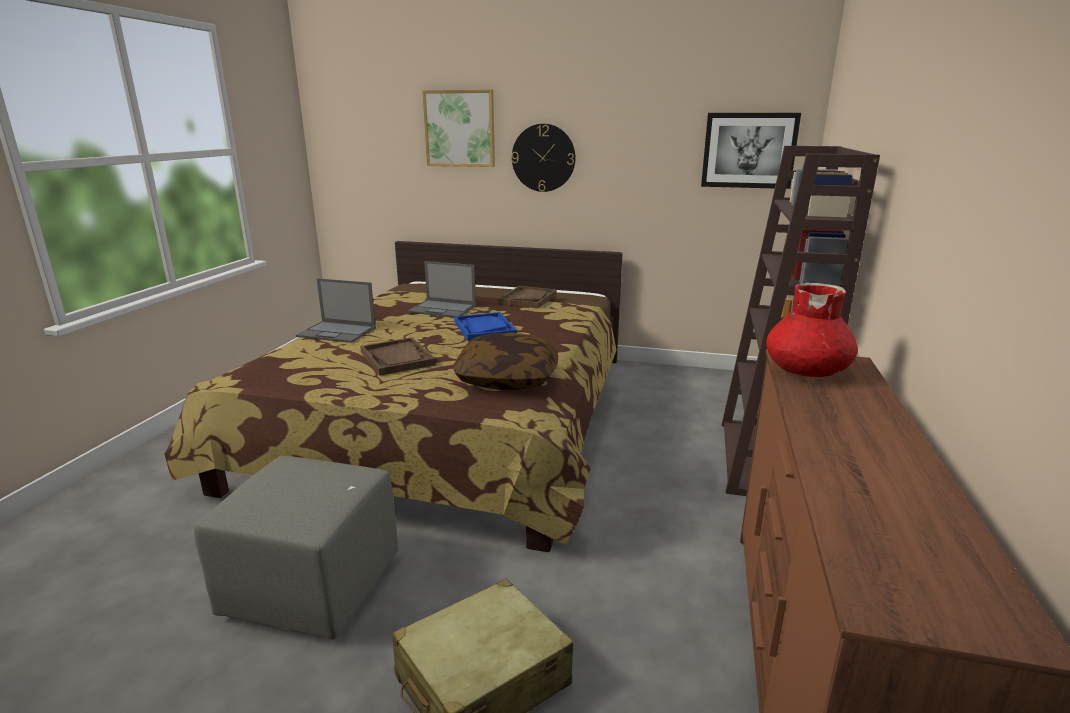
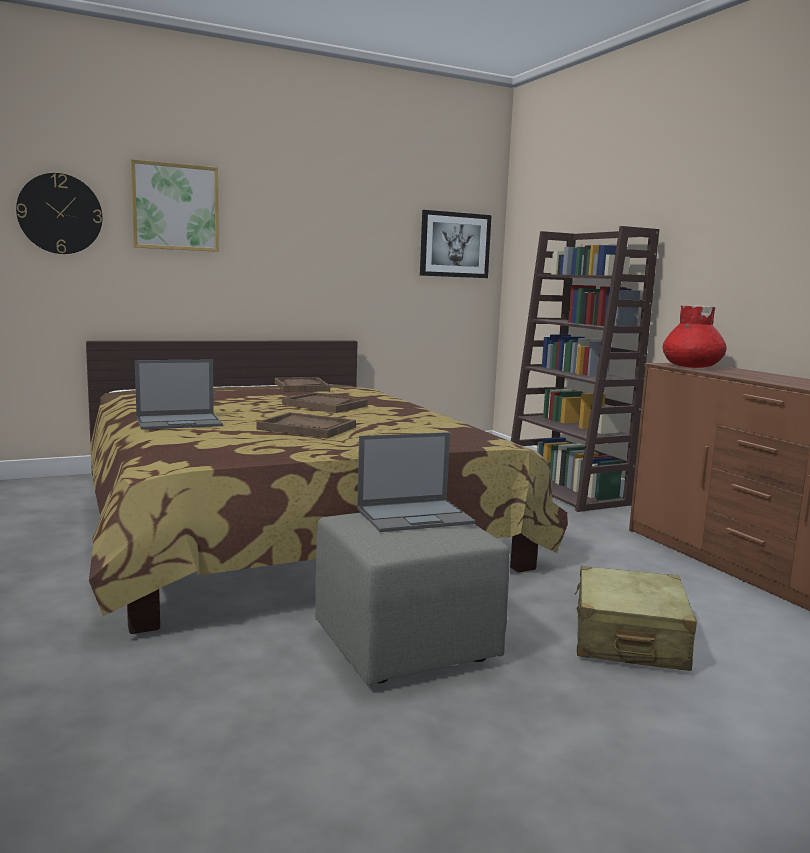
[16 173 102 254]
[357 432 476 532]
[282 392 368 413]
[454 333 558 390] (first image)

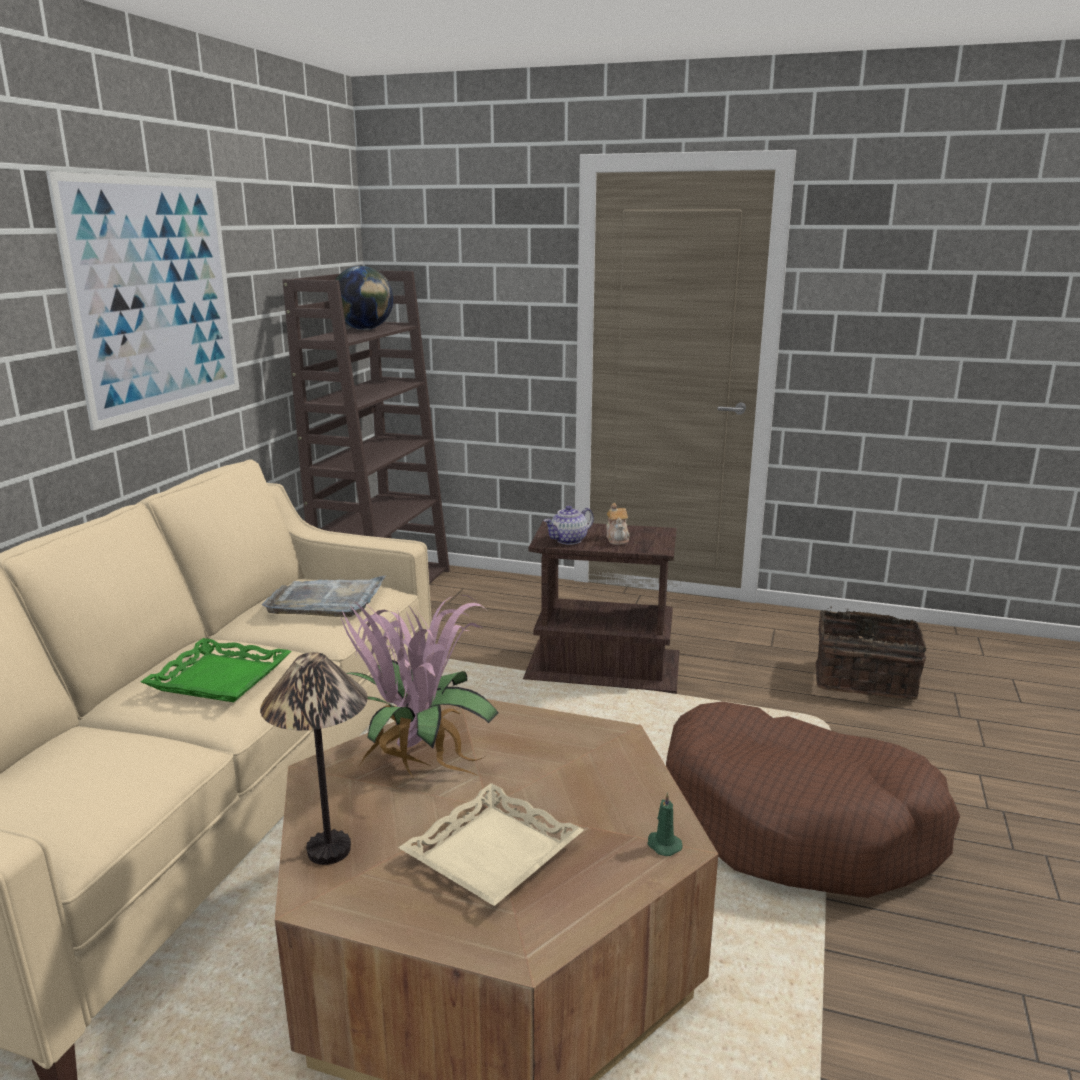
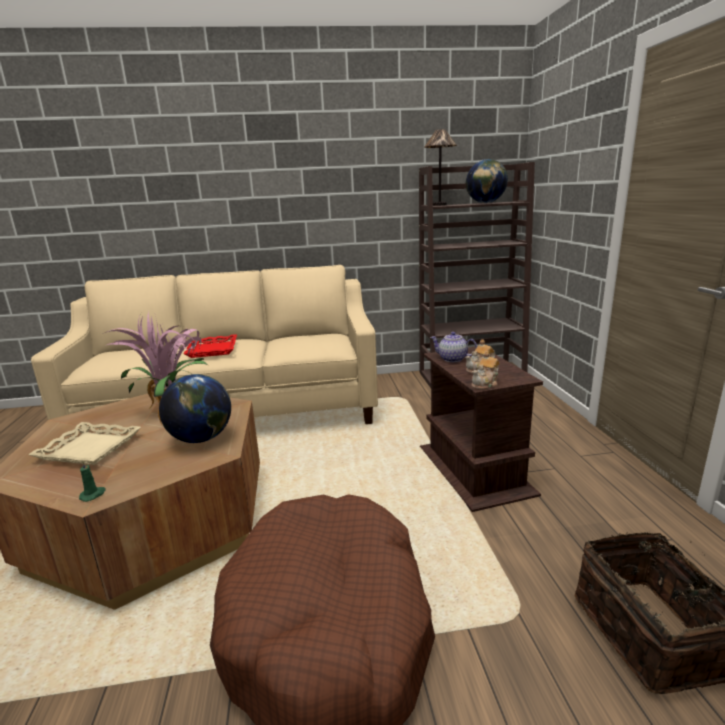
[46 171 239 430] (first image)
[262 575 387 617] (first image)
[183 334 237 358]
[424 129 457 206]
[471 351 500 390]
[159 374 231 443]

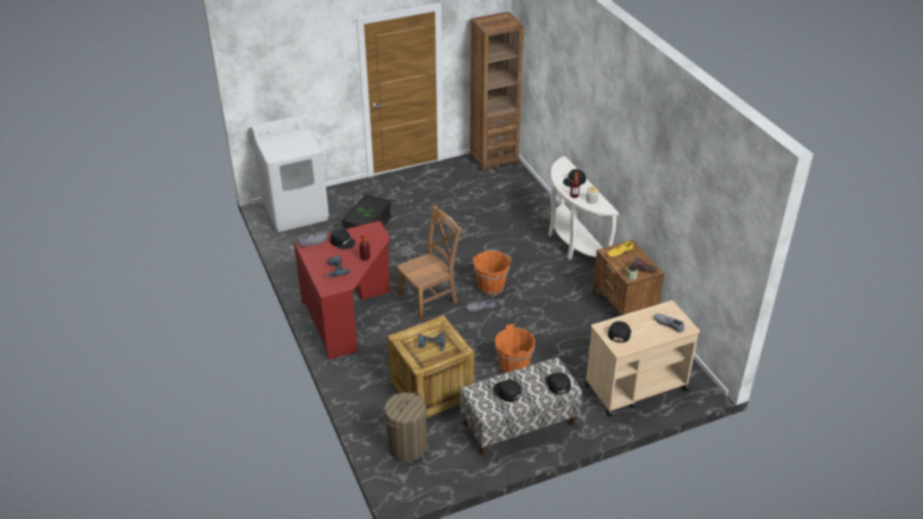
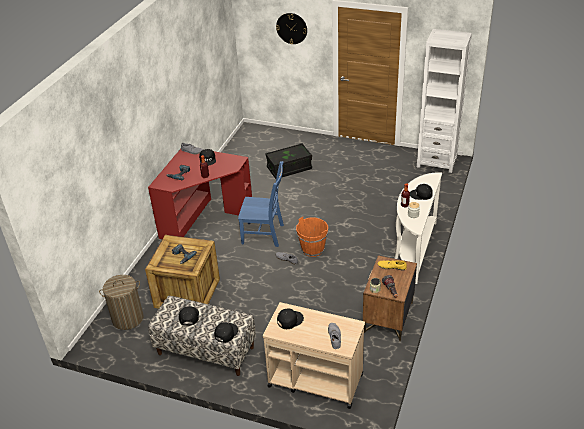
[417 29 472 173]
[251 115 329 232] (first image)
[238 161 284 247]
[495 324 535 373] (first image)
[276 13 307 44]

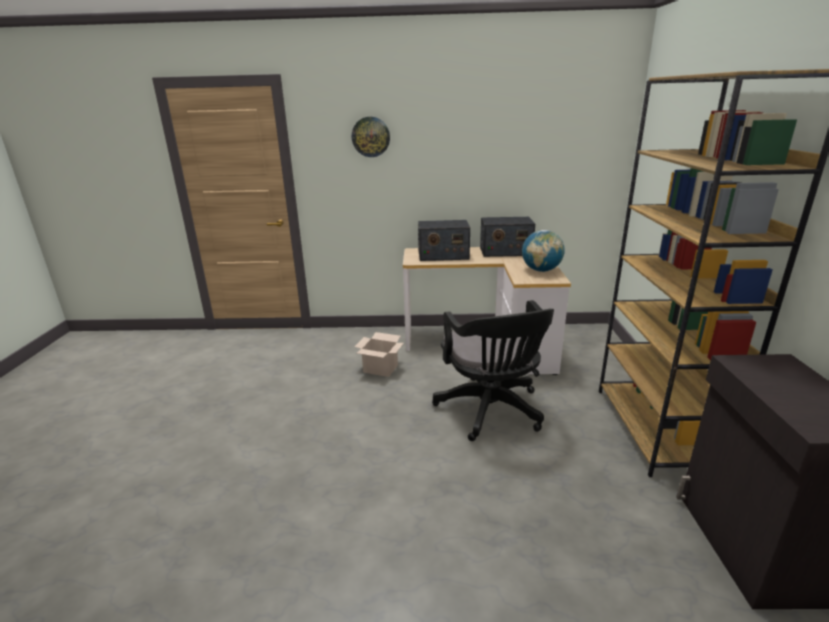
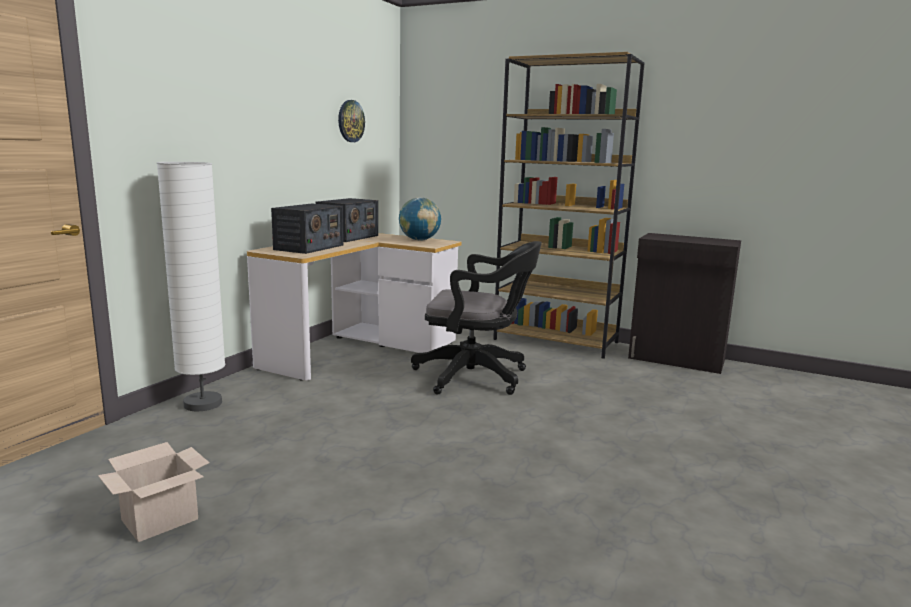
[338 100 365 142]
[98 442 210 542]
[157 162 225 412]

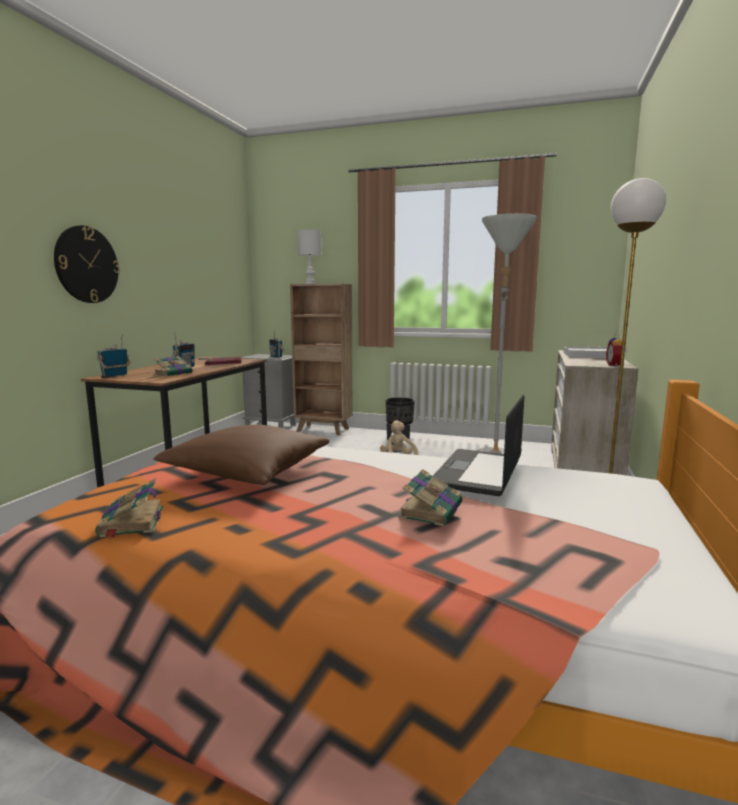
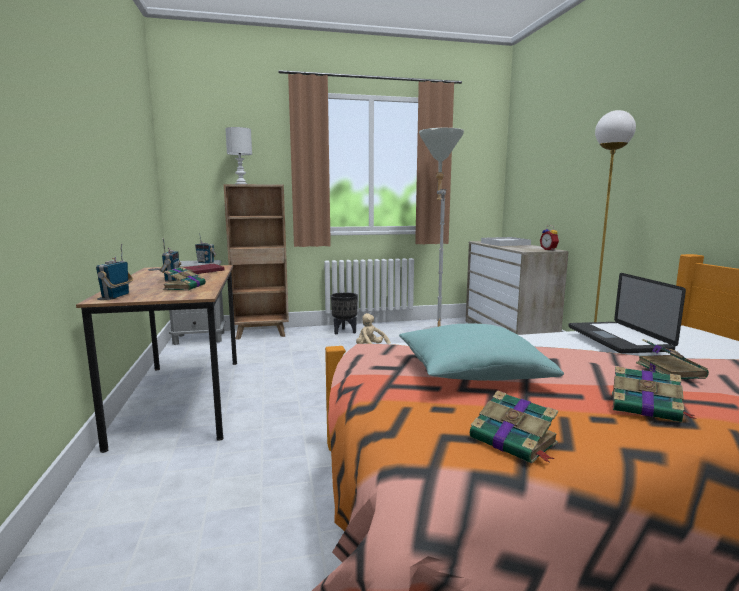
[54 225 120 303] (first image)
[399 324 564 380]
[612 366 696 422]

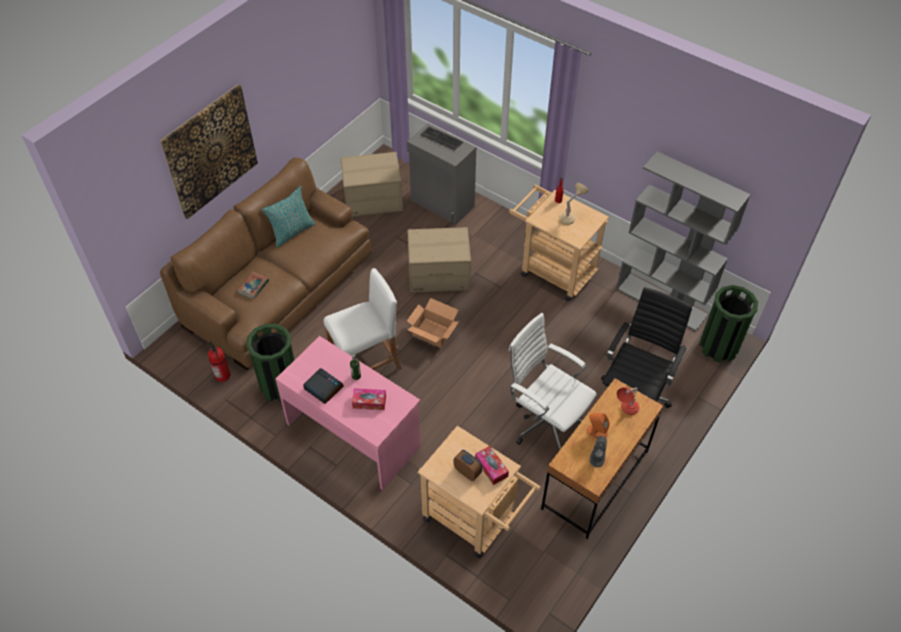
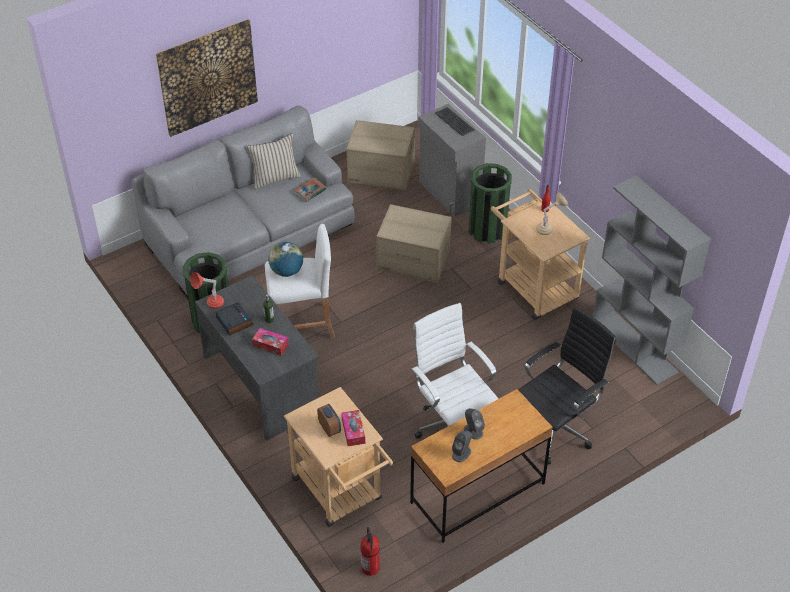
[132 106 354 299]
[246 133 301 189]
[294 177 326 202]
[469 163 512 244]
[407 298 459 348] (first image)
[195 275 319 441]
[361 527 380 576]
[190 273 224 309]
[464 408 485 440]
[268 242 303 277]

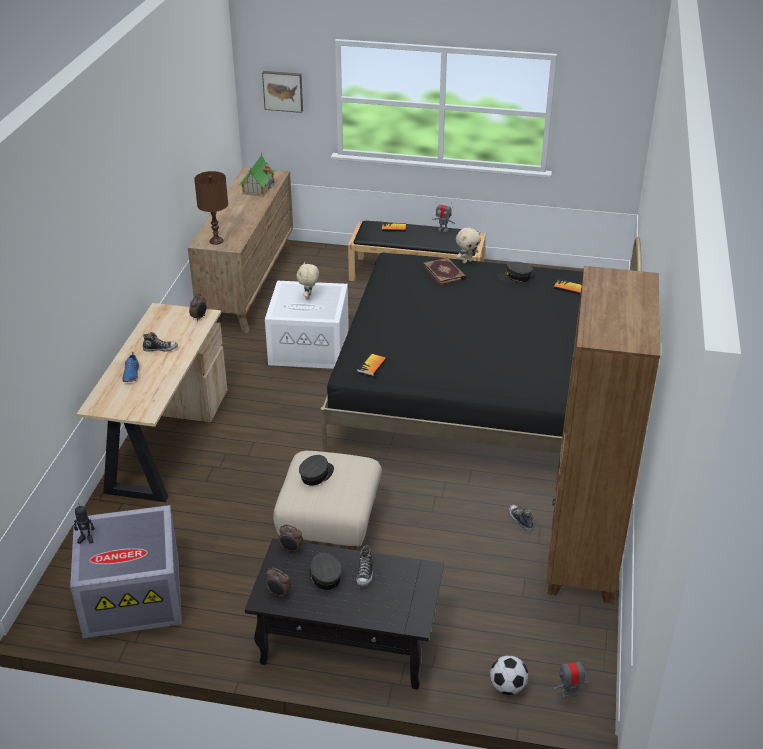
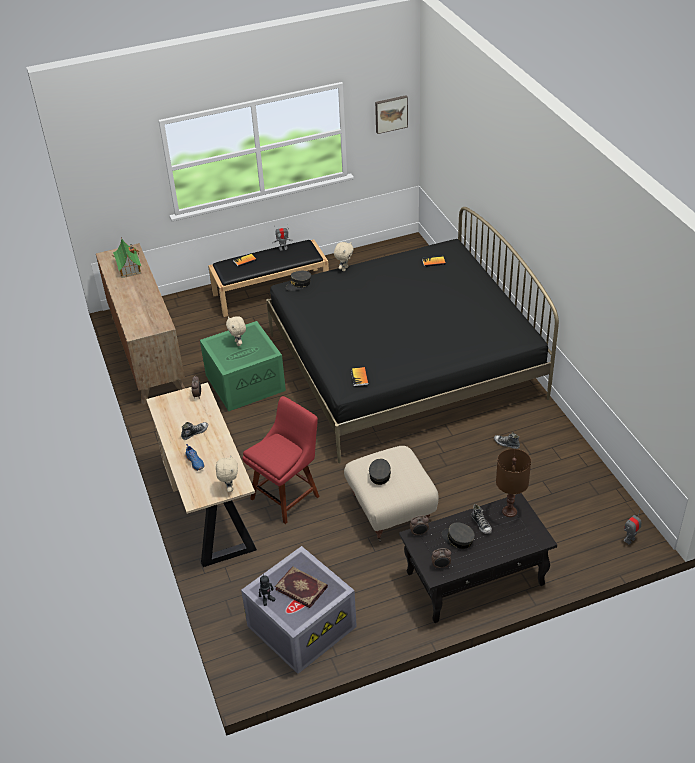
[375 95 408 134]
[496 449 531 517]
[275 566 328 608]
[286 271 311 291]
[546 266 660 604] (first image)
[200 321 286 411]
[490 655 528 695] (first image)
[243 396 320 524]
[216 455 238 492]

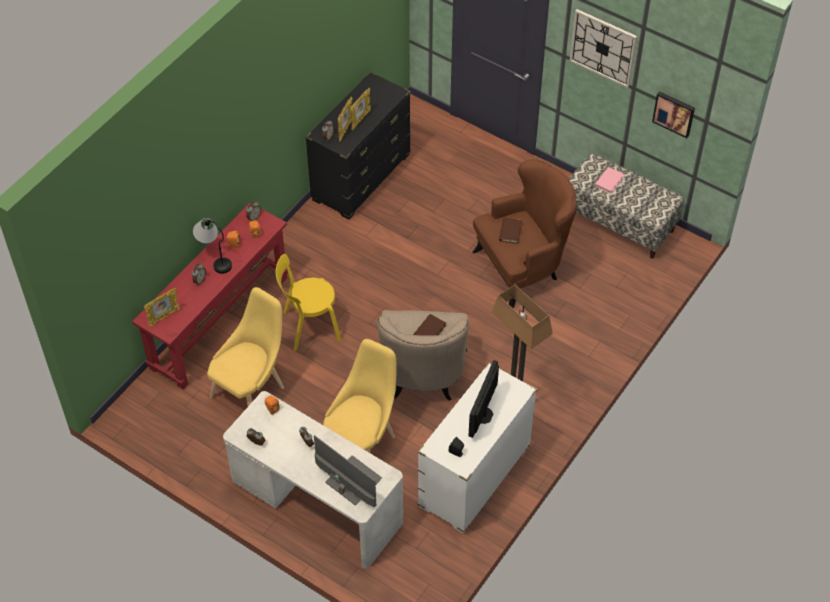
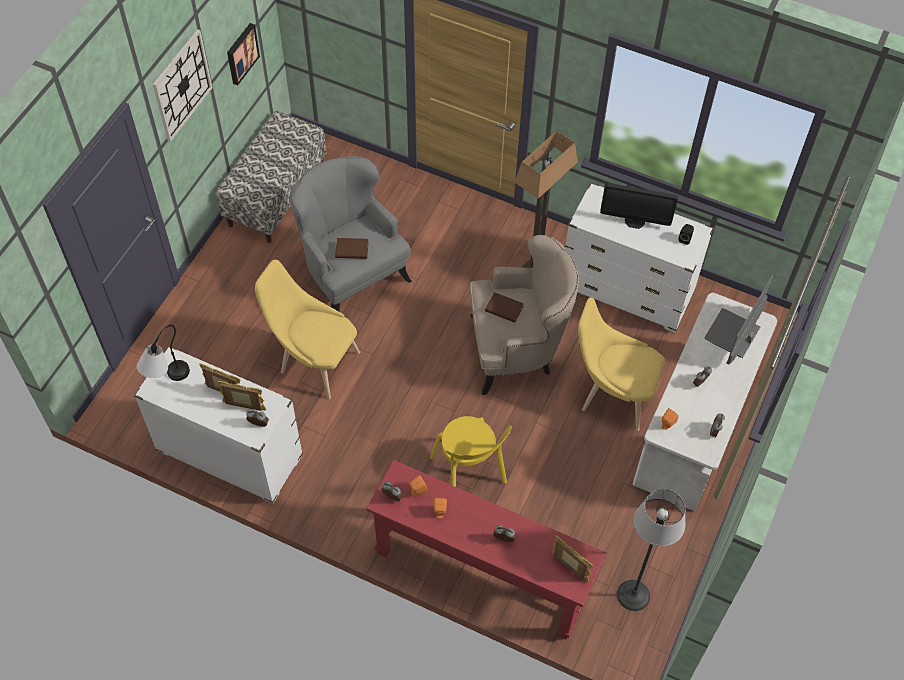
[134 346 303 504]
[289 156 412 311]
[594 167 624 194] (first image)
[137 325 190 381]
[255 260 360 399]
[617 489 685 611]

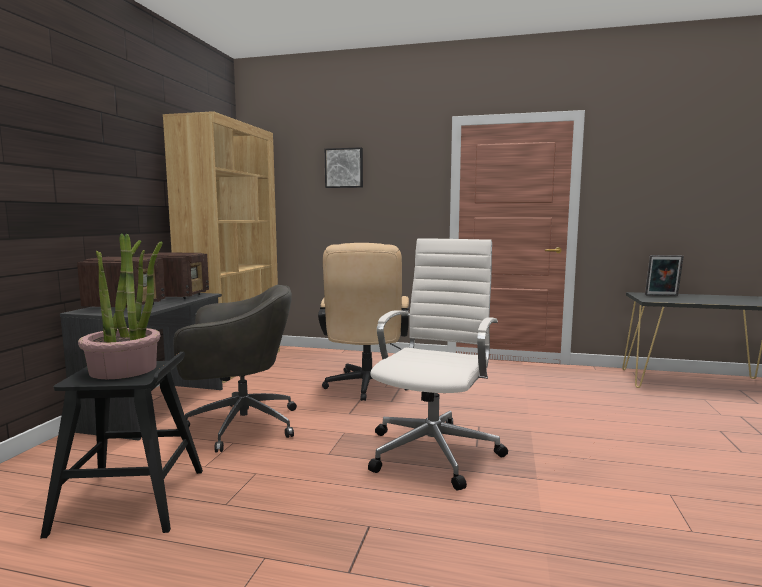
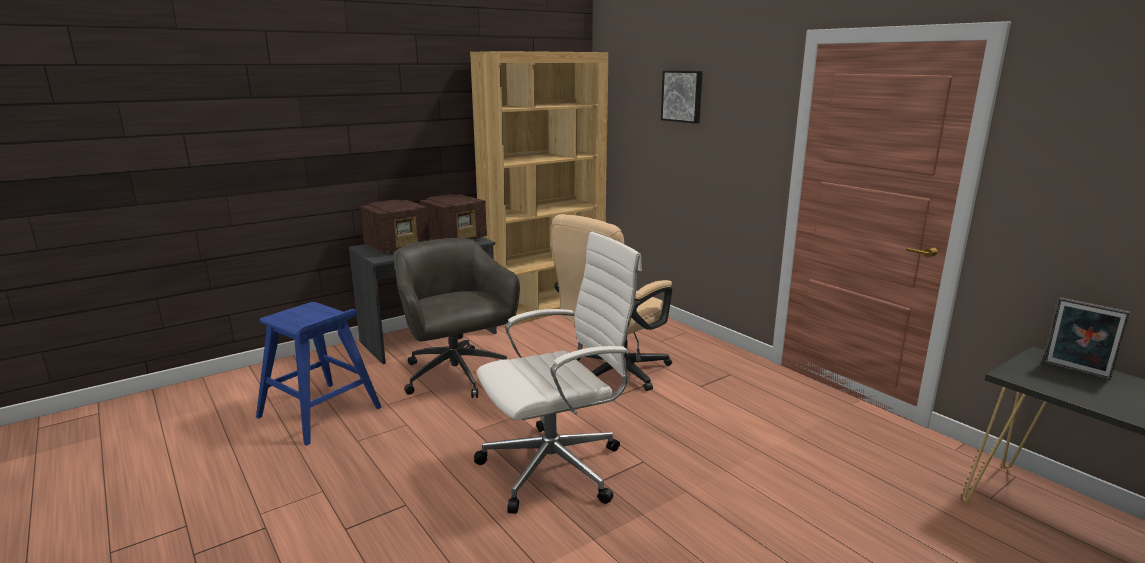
[78 233 163 379] (first image)
[395 238 520 398]
[256 302 382 446]

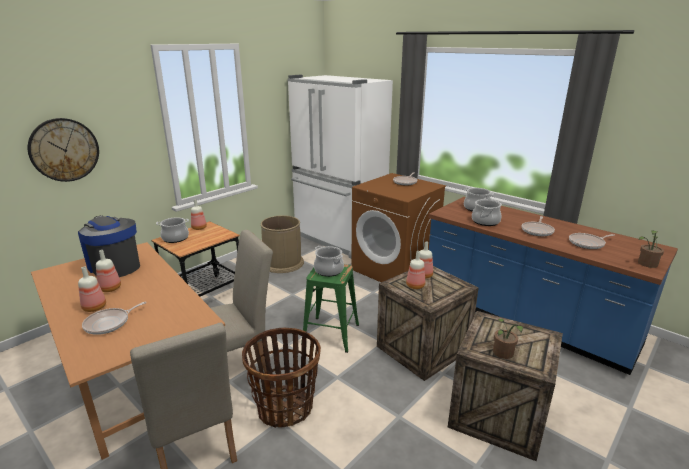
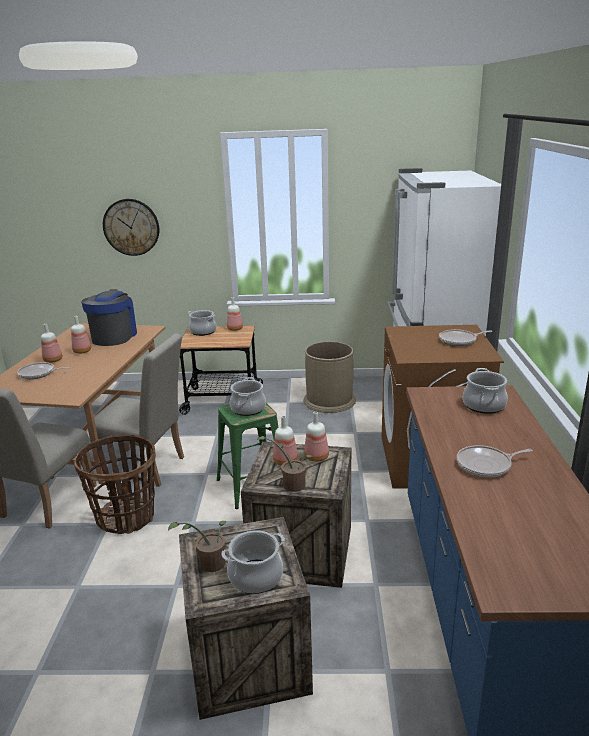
[221 530 285 594]
[257 436 313 492]
[569 233 615 249] (first image)

